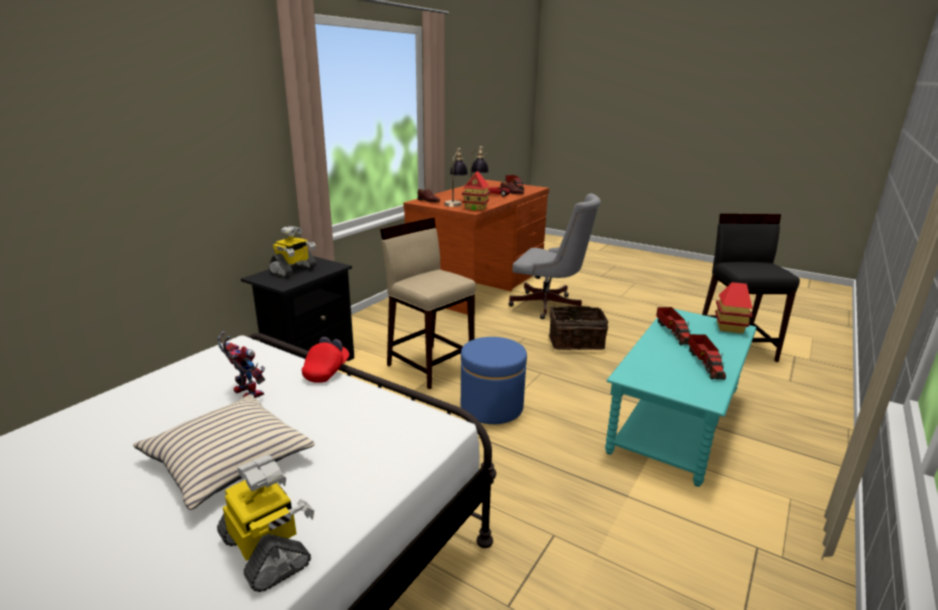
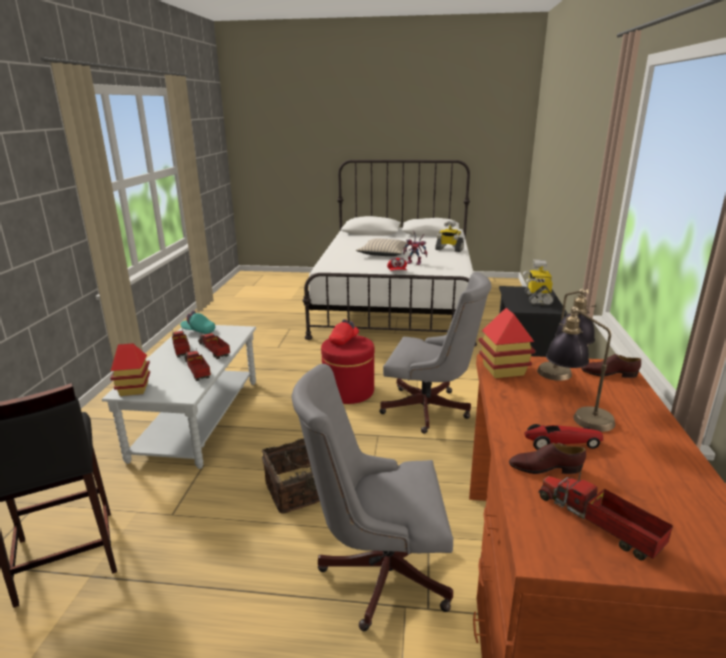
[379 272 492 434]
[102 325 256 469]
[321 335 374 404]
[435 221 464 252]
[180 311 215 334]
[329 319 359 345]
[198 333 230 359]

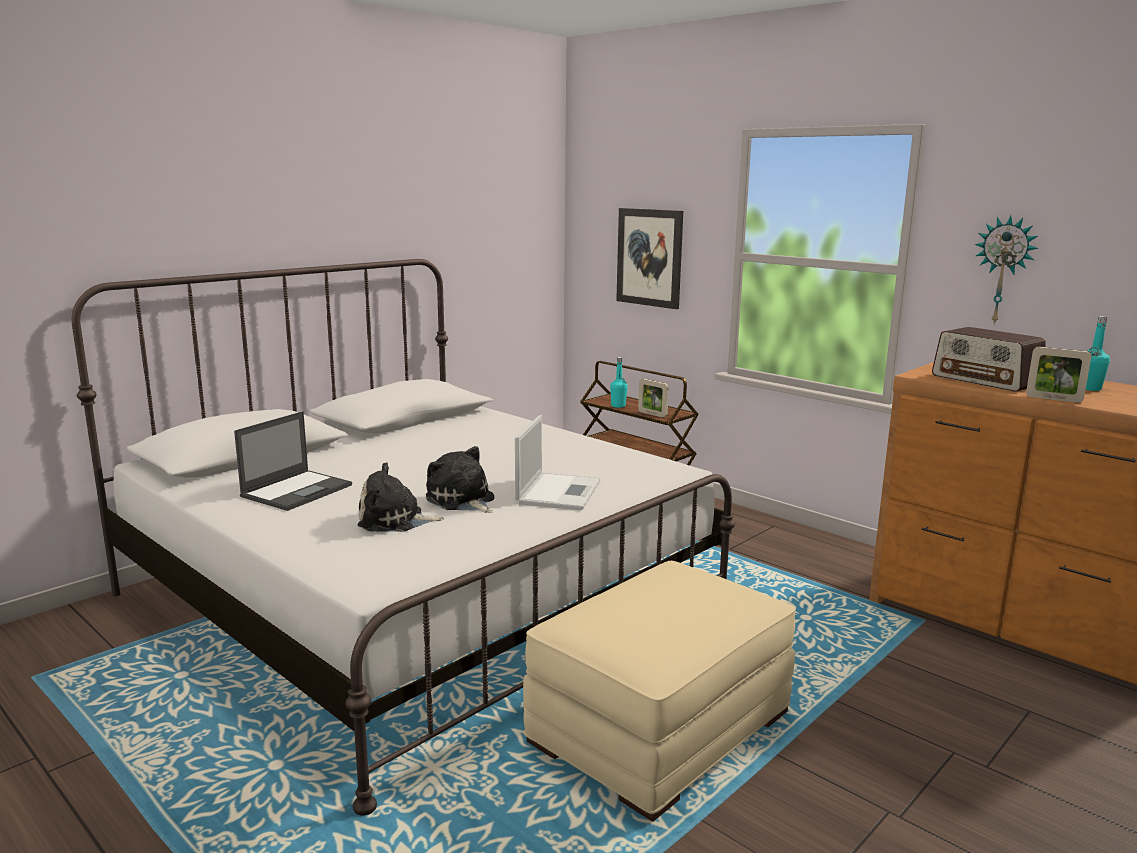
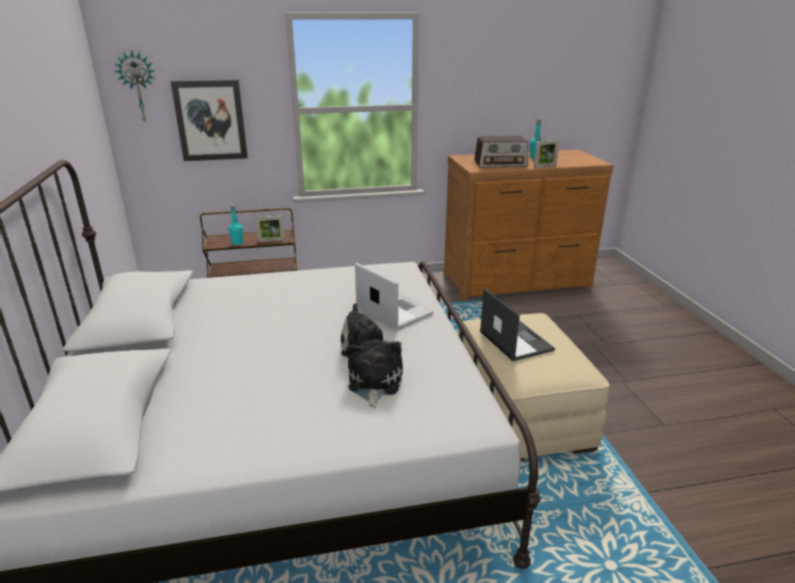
[115 50 155 122]
[480 288 555 361]
[347 339 403 408]

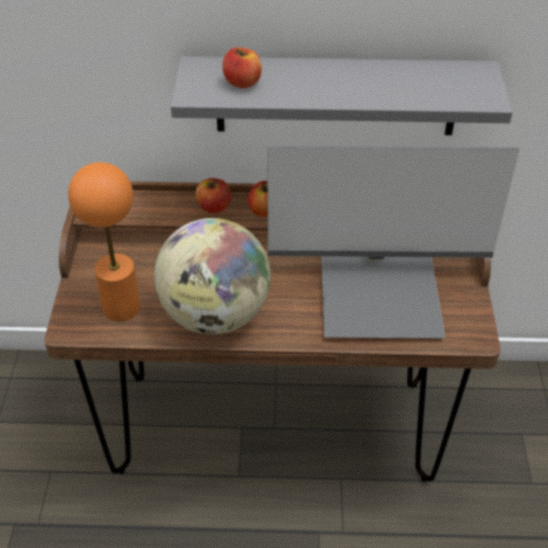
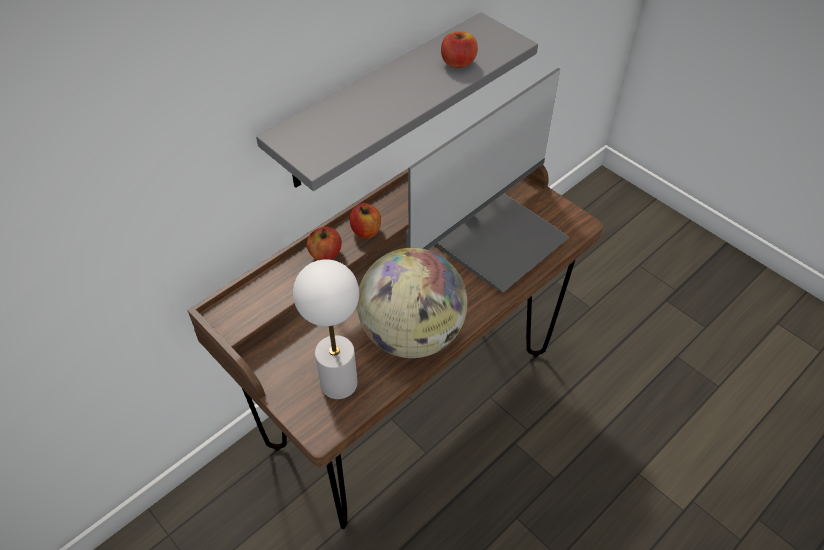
[441 31 478 68]
[293 259 359 399]

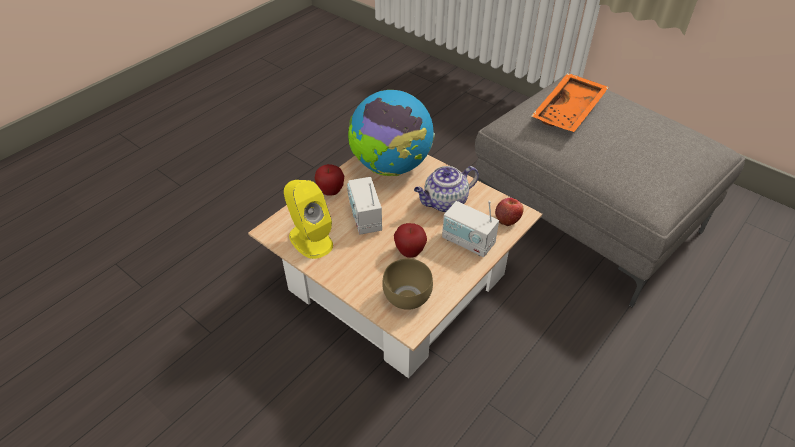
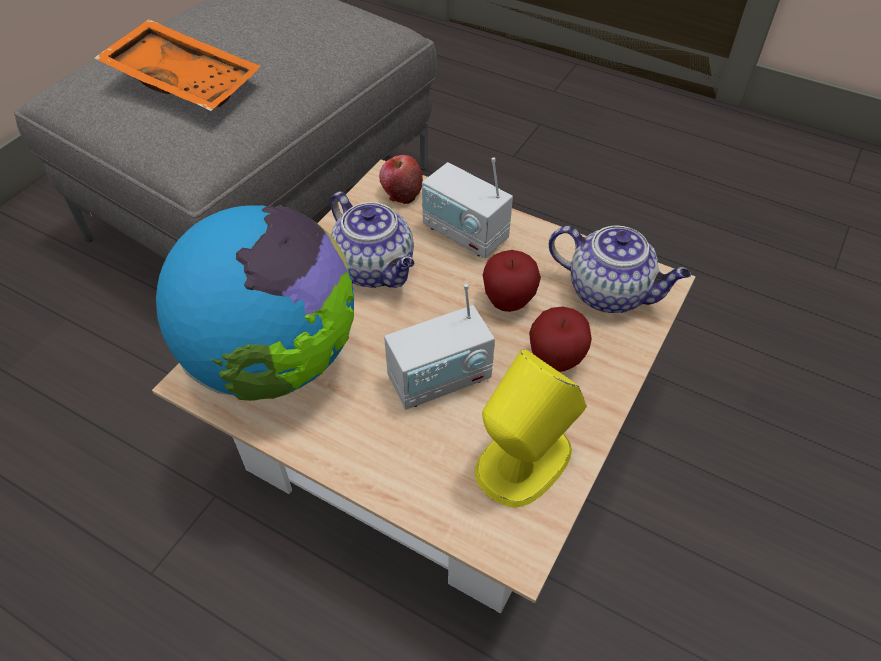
[529 306 592 372]
[422 157 513 258]
[549 225 691 313]

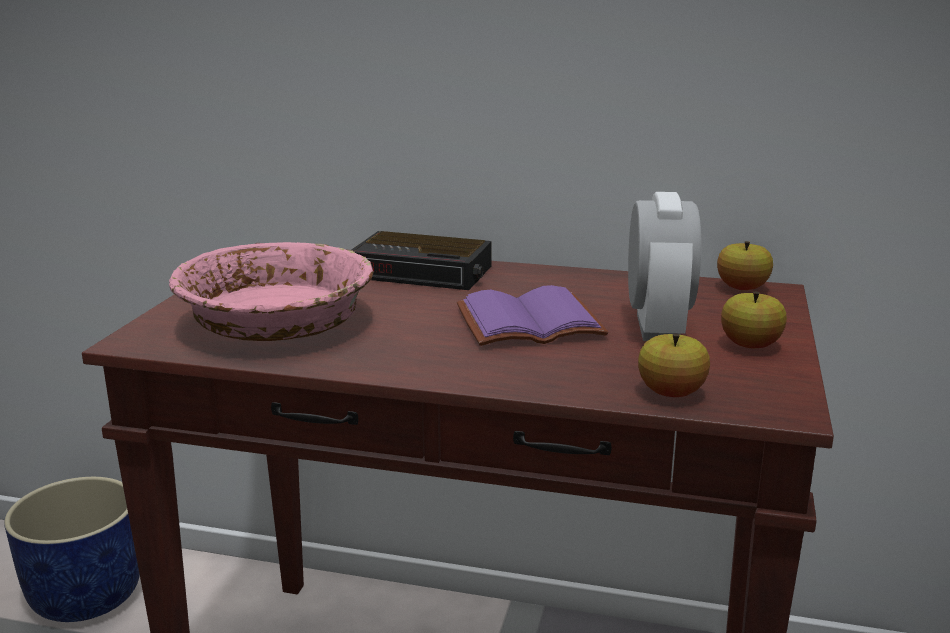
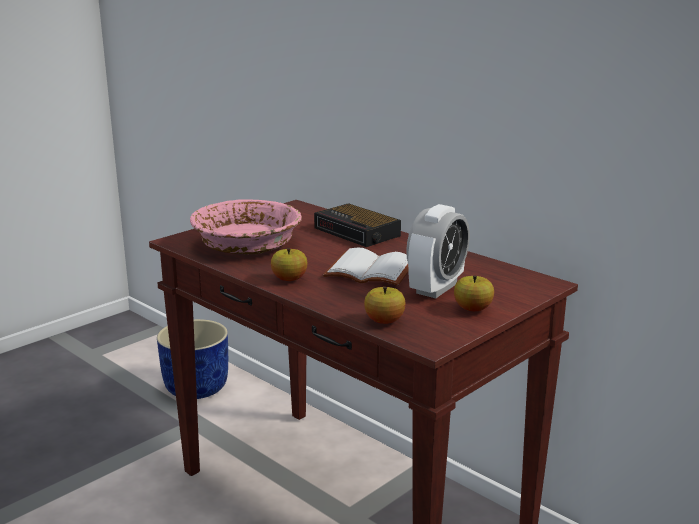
[271 248 308 281]
[323 247 408 286]

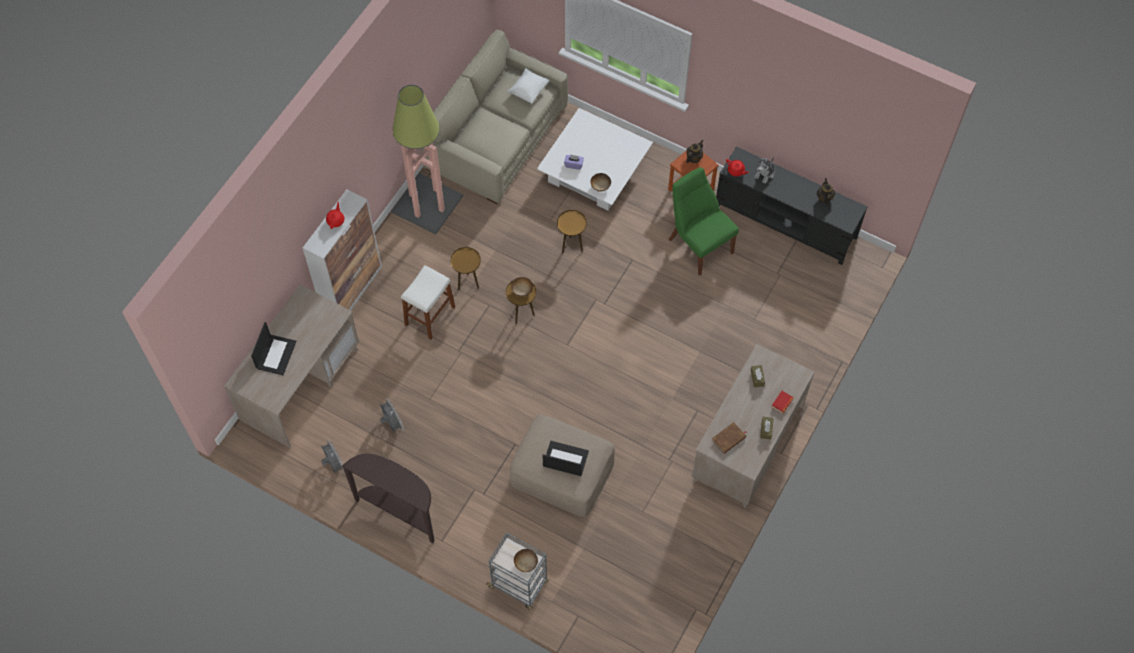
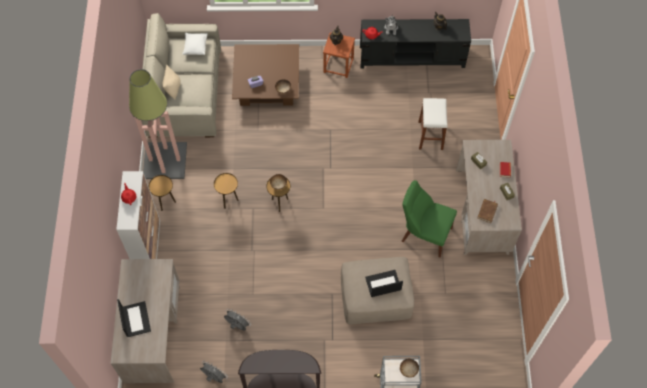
[232 44 299 106]
[402 180 457 257]
[149 175 176 211]
[418 98 447 150]
[163 65 181 99]

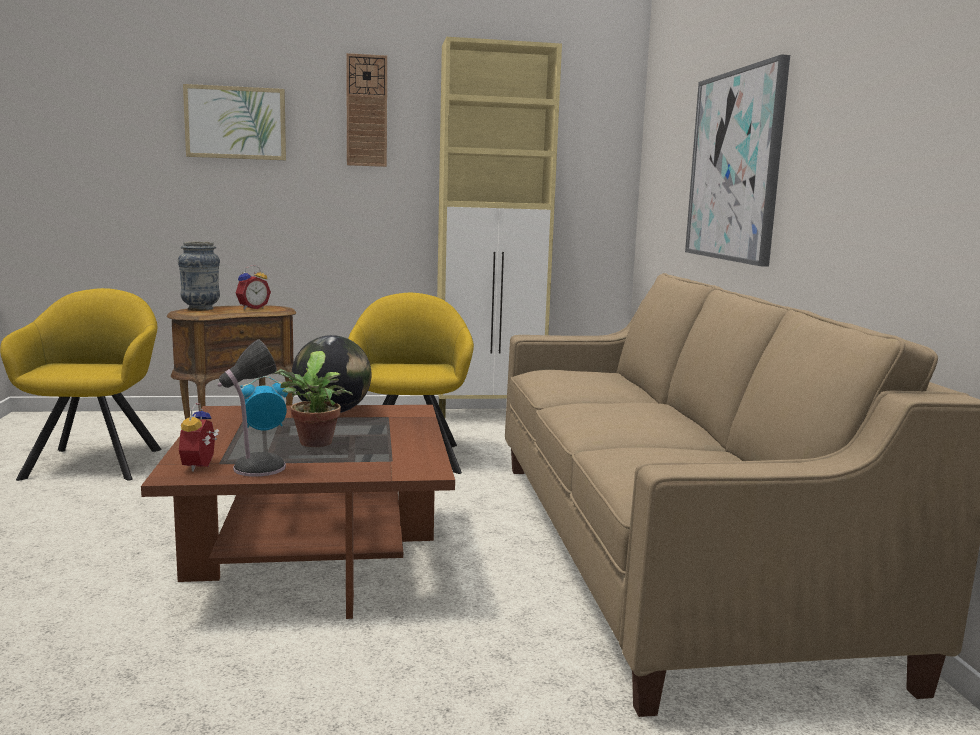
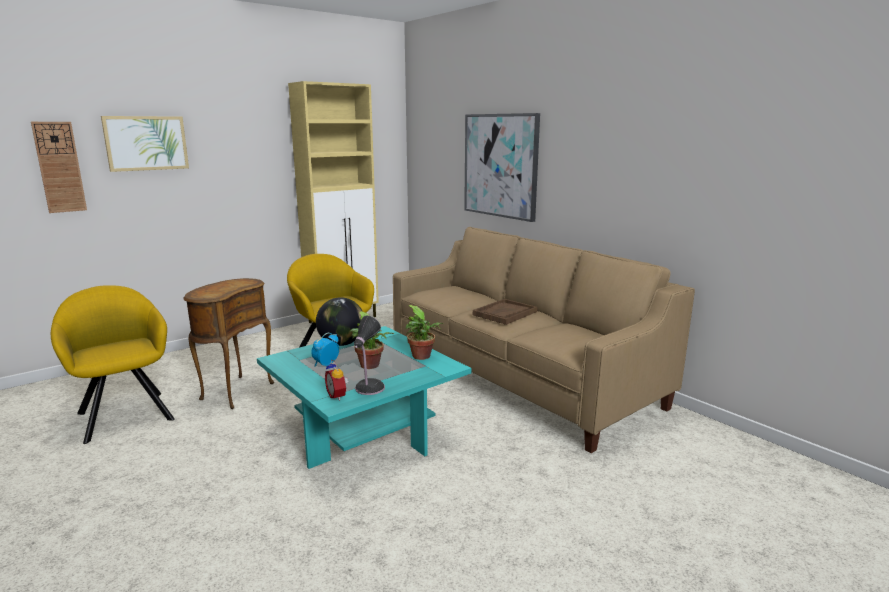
[31 122 87 213]
[178 241 220 311] (first image)
[236 265 271 310] (first image)
[257 326 471 469]
[473 299 537 325]
[405 305 443 360]

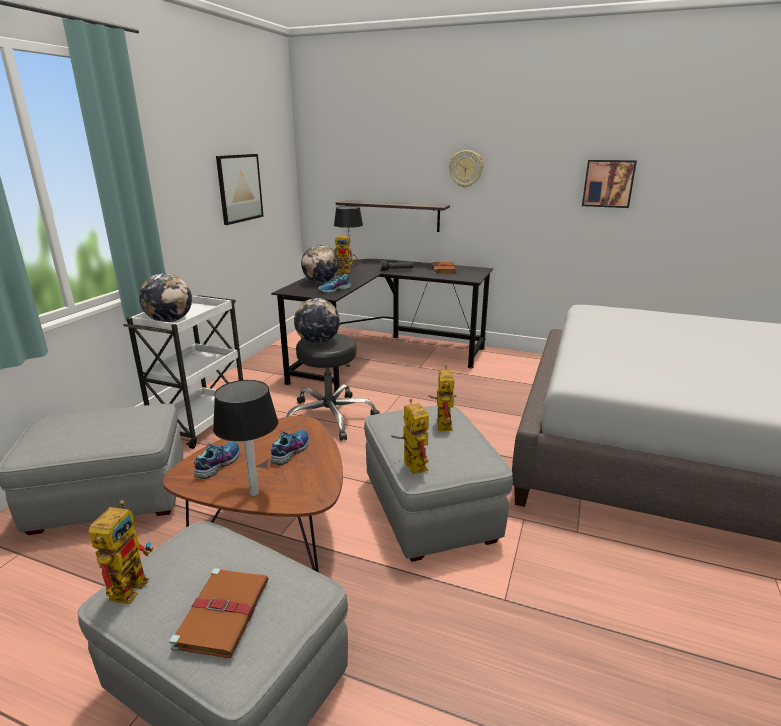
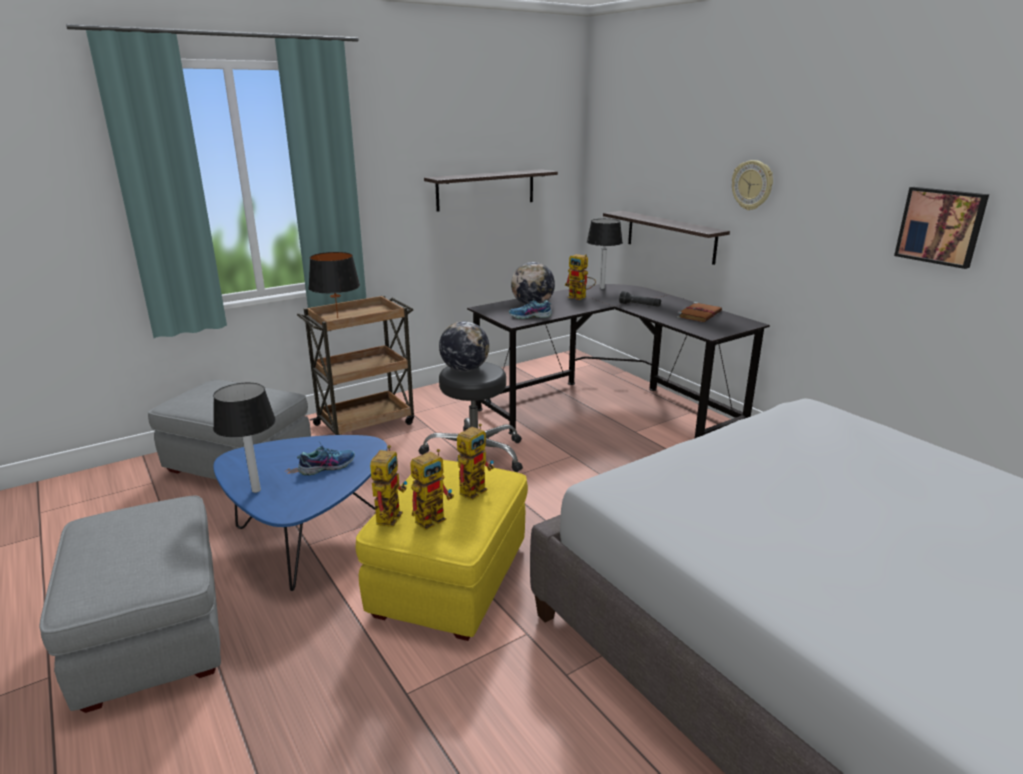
[424 169 558 212]
[308 252 360 319]
[297 295 414 435]
[356 460 528 641]
[213 435 387 591]
[194 441 240 479] (first image)
[410 449 454 530]
[169 568 269 658] (first image)

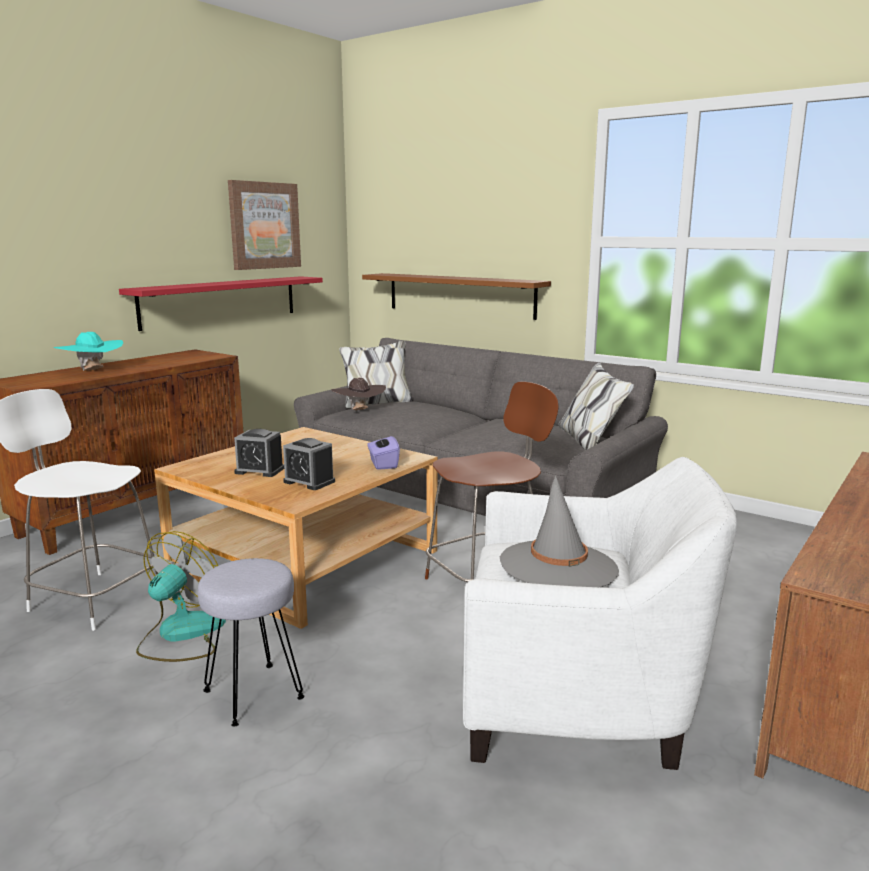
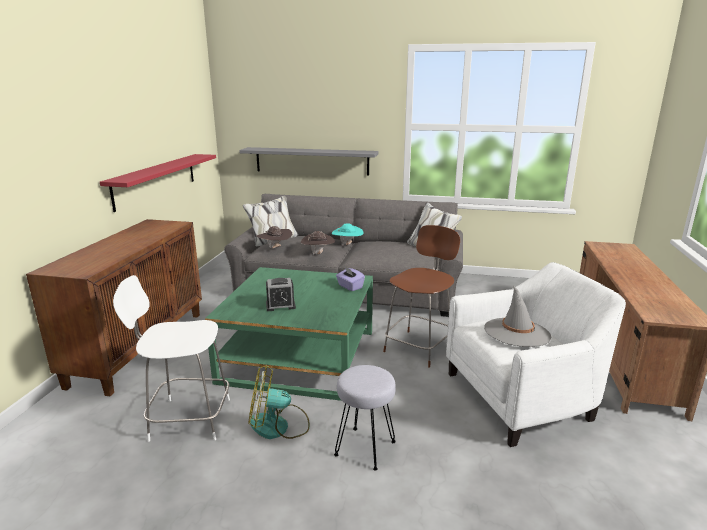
[228 180 301 270] (first image)
[239 147 379 176]
[331 223 364 246]
[205 267 373 401]
[283 438 335 490] (first image)
[248 365 310 439]
[301 231 335 255]

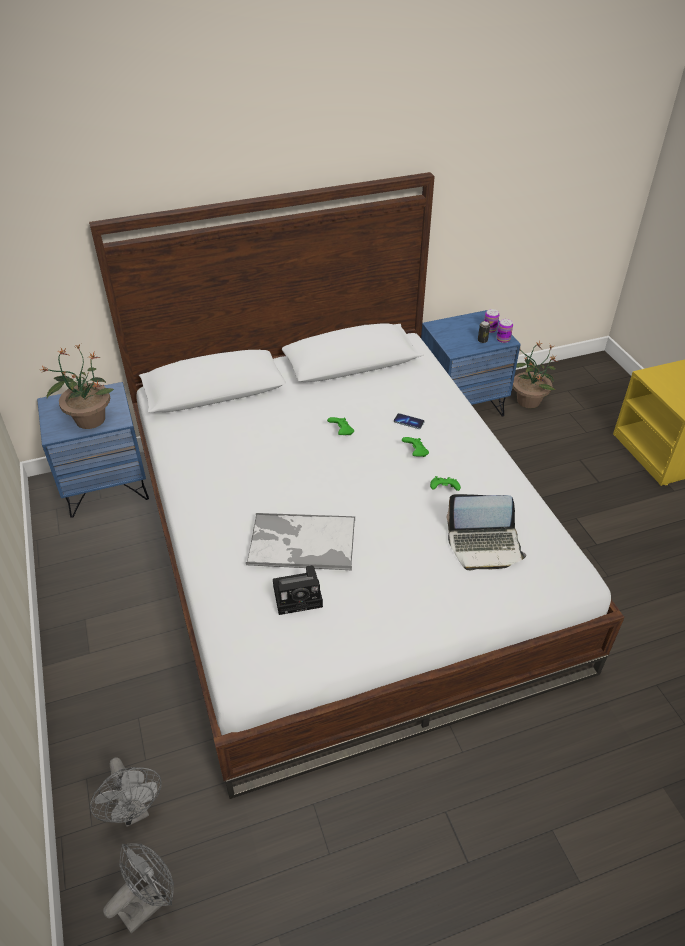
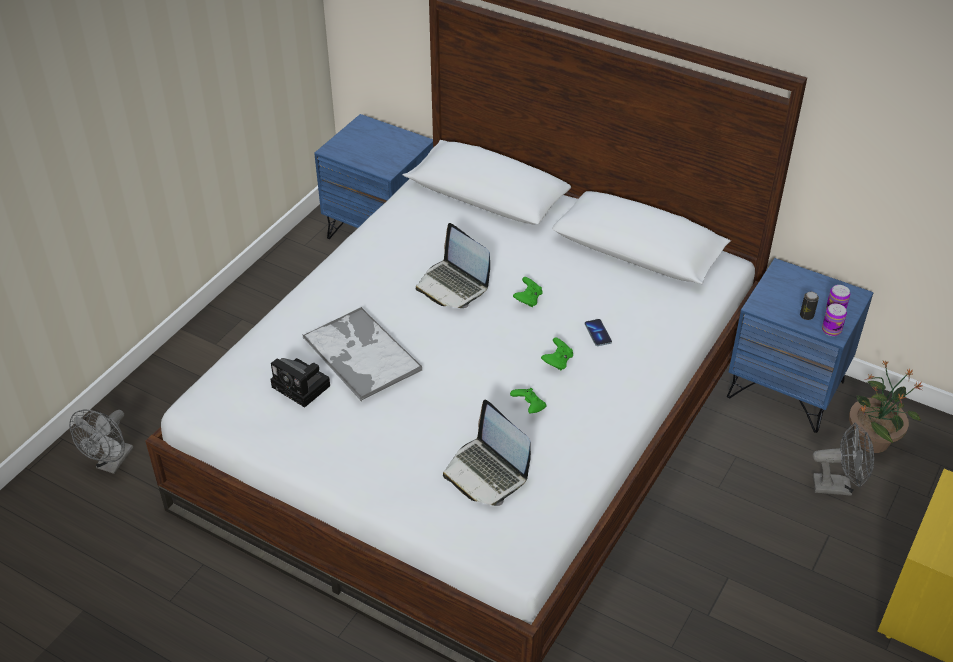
[40 344 114 429] (first image)
[812 422 874 496]
[416 223 490 308]

